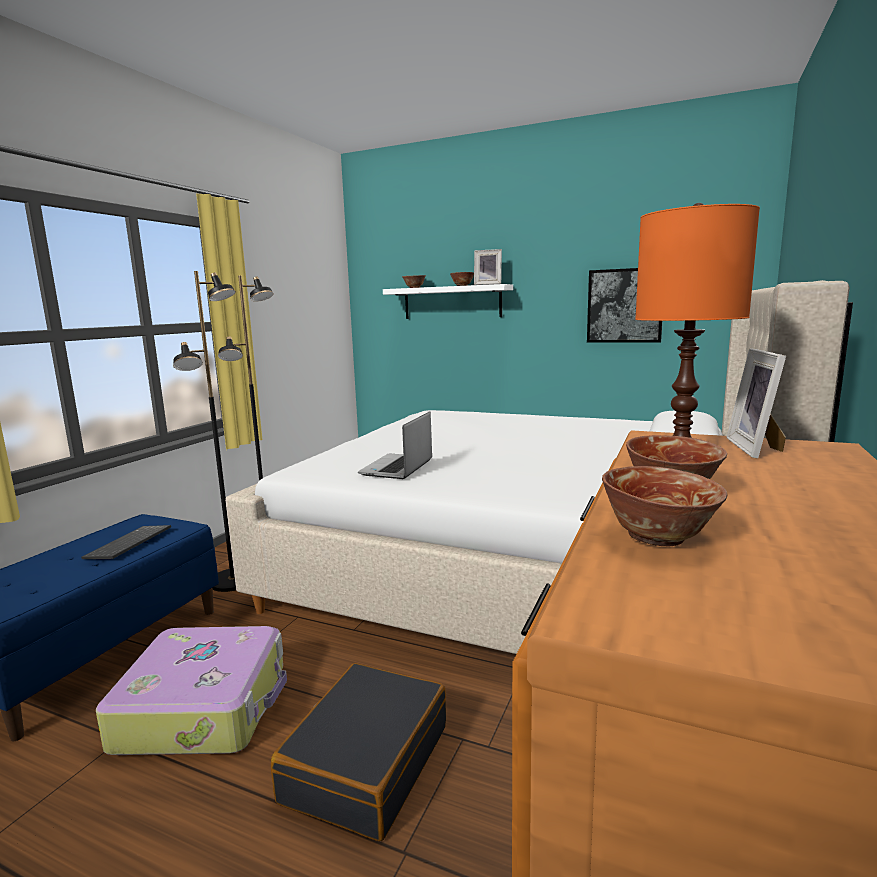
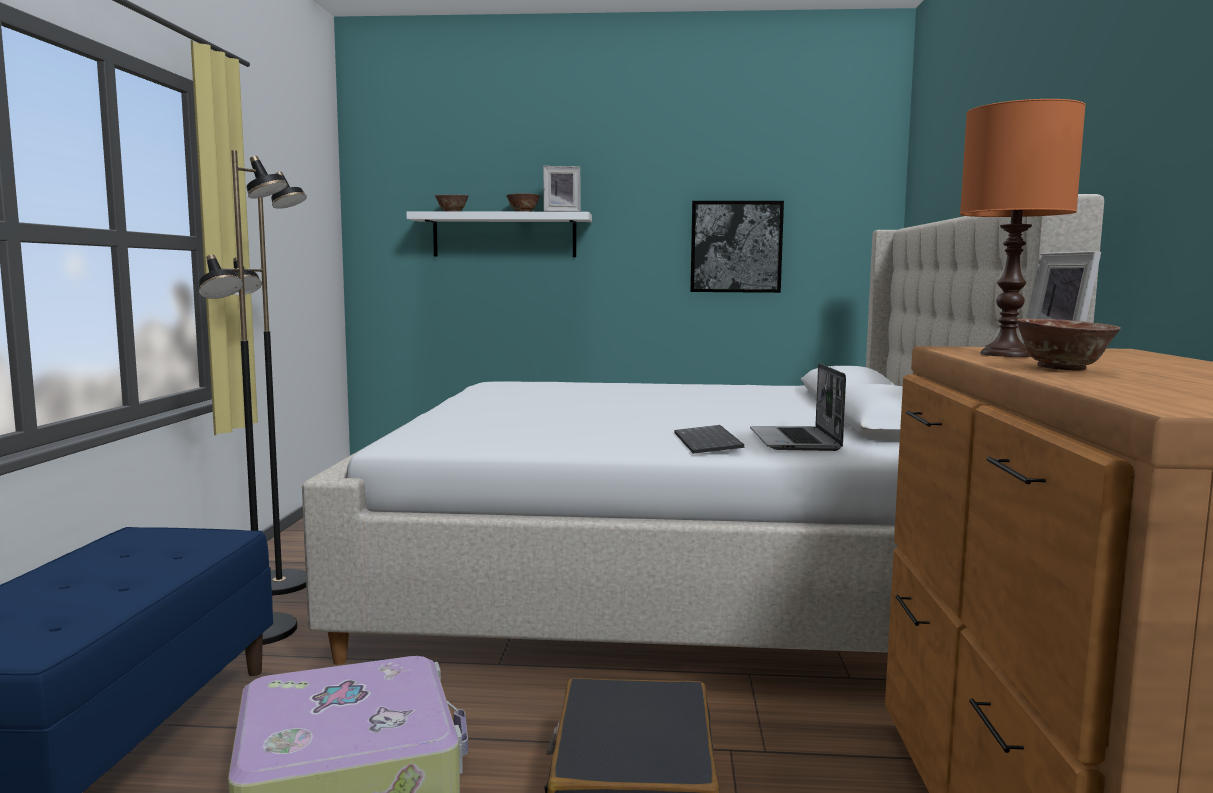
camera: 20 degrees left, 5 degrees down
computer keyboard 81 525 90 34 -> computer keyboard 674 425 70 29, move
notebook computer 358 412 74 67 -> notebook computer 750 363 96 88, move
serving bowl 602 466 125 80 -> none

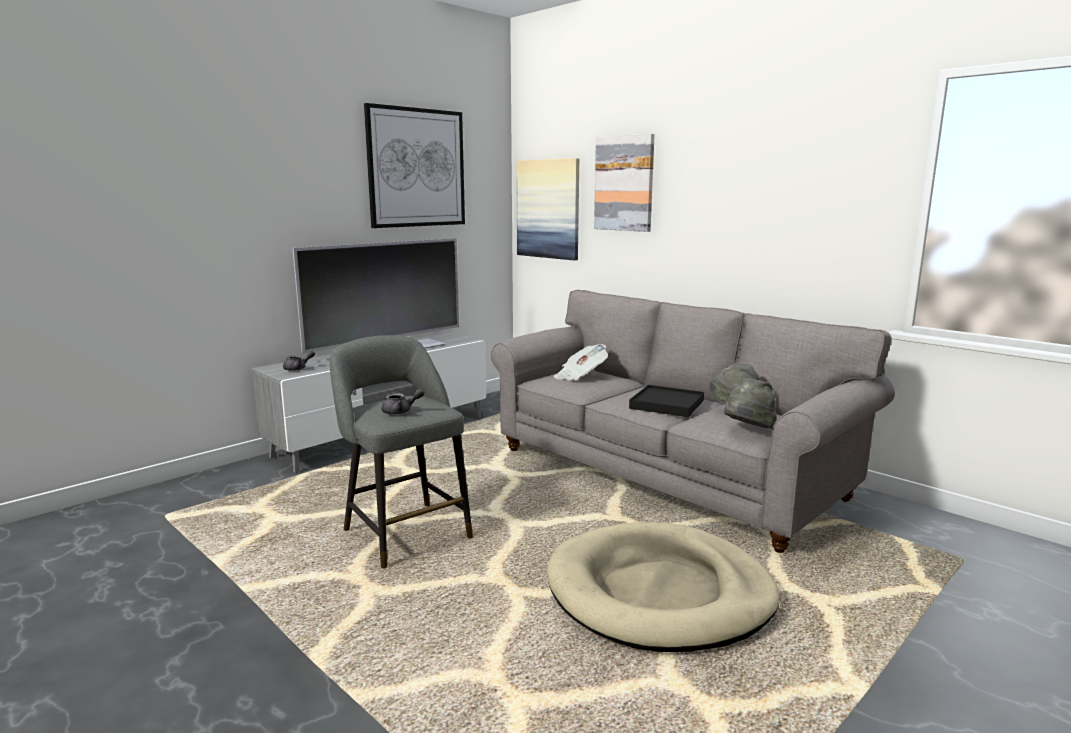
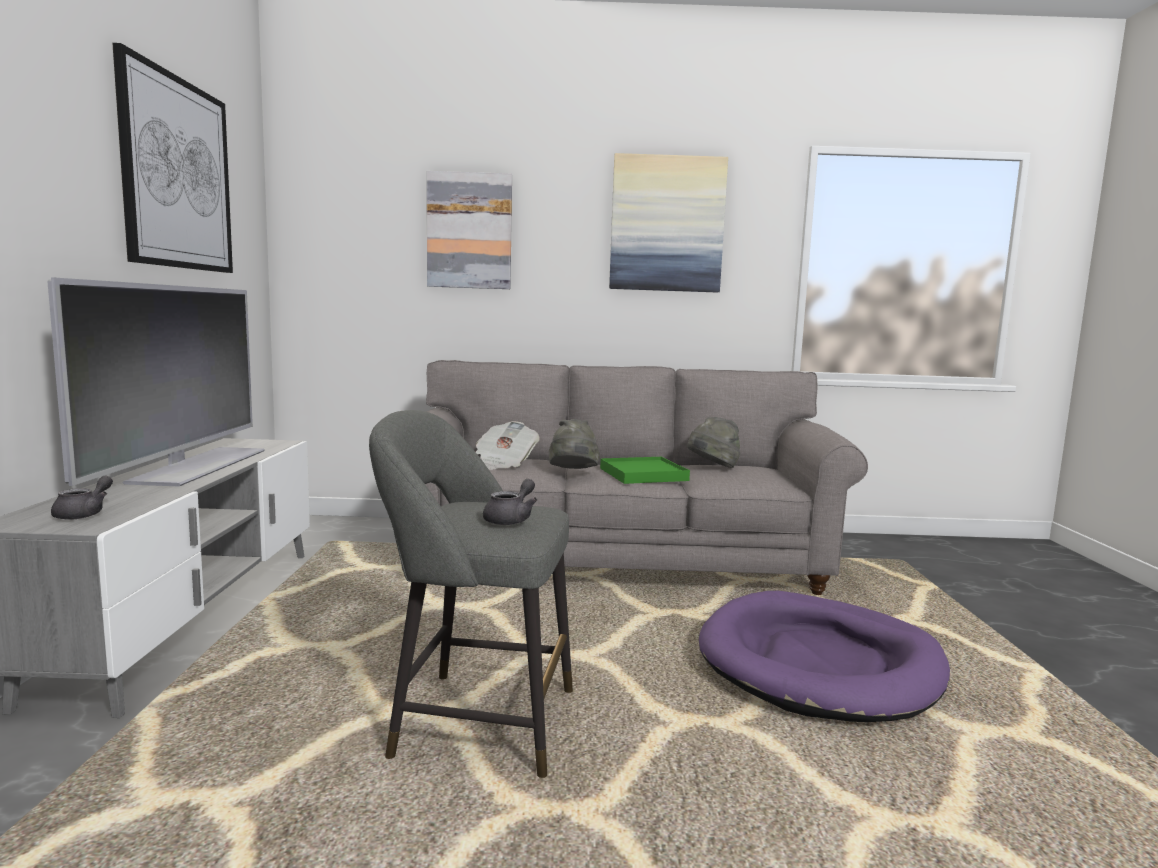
camera: 45 degrees left, 5 degrees down
grey wearable hat 724 378 53 50 -> grey wearable hat 549 419 51 50, move
black-coloured carrying tray 629 385 75 32 -> greenish carrying tray 600 457 90 27
wall picture 516 158 63 102 -> wall picture 609 153 119 139, move
sand-coloured dog cushion 547 522 233 130 -> purple-coloured dog cushion 699 591 251 131

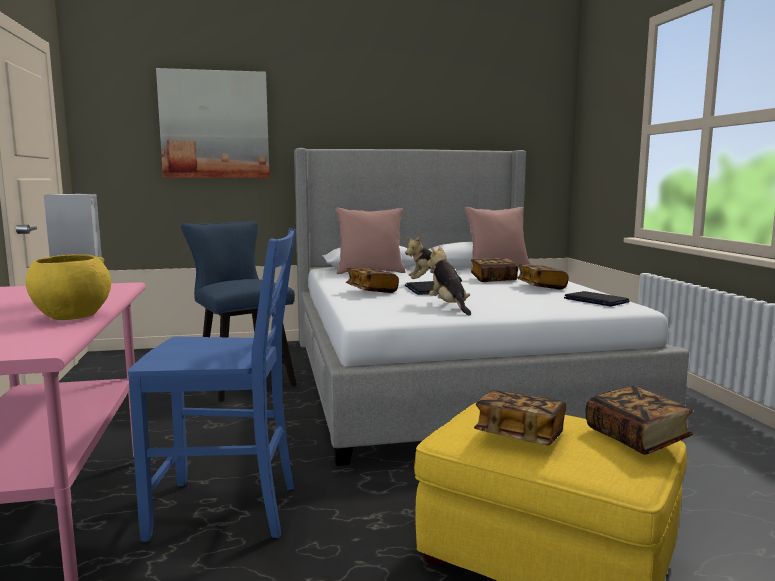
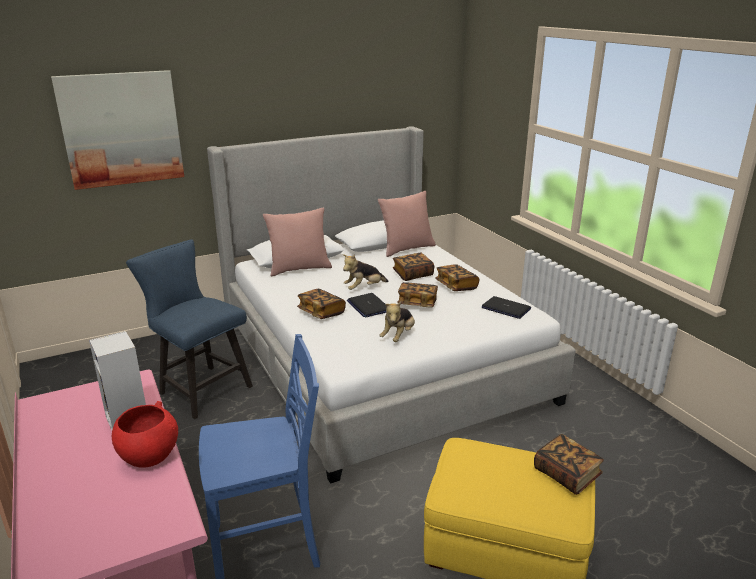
camera: 15 degrees left, 15 degrees up
yellowish serving bowl 26 254 85 66 -> red-coloured serving bowl 112 401 66 67
cuddly toy 427 246 44 70 -> cuddly toy 379 301 36 41, 120 degrees counterclockwise
volume 474 390 92 55 -> volume 397 282 41 26, move

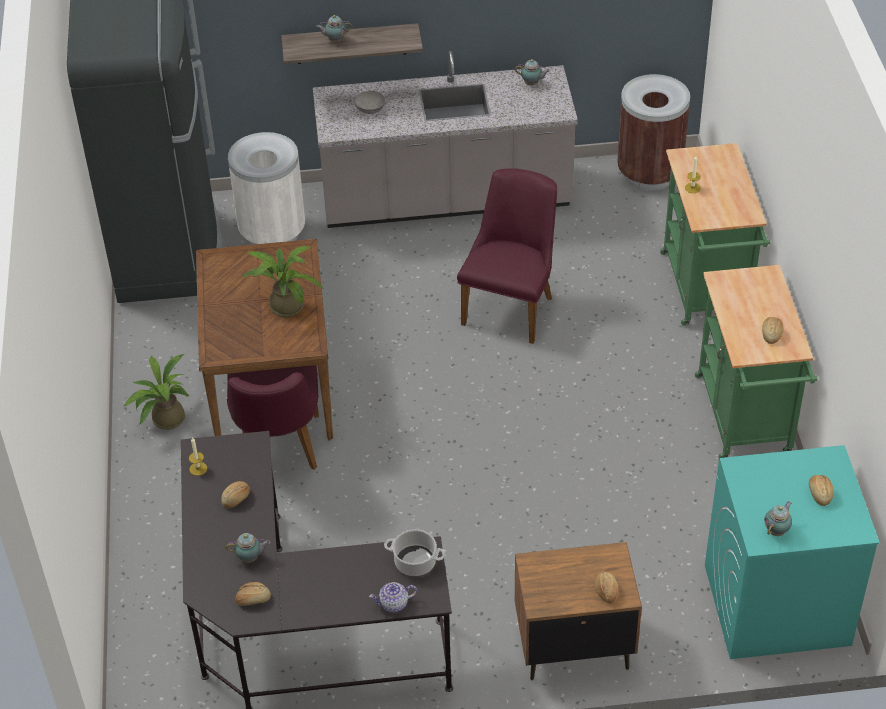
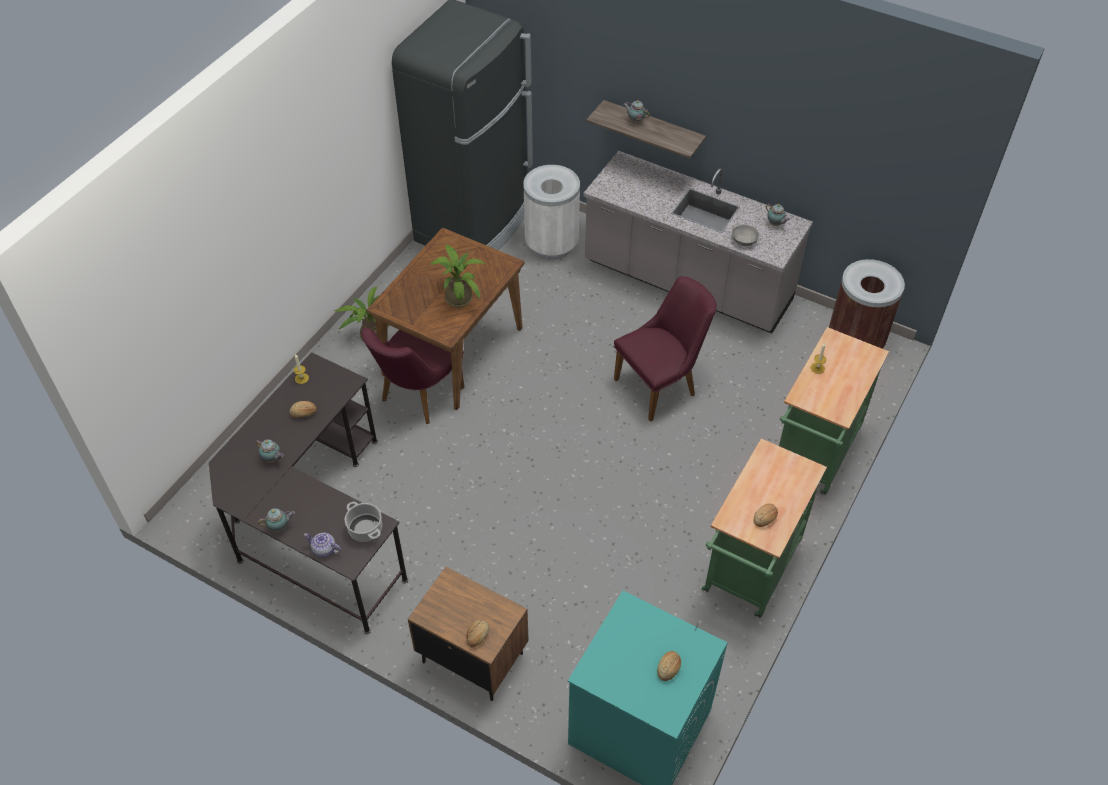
camera: 35 degrees right, 5 degrees up
teapot 764 501 28 35 -> teapot 258 508 37 24, move
grey serving bowl 354 91 31 23 -> grey serving bowl 732 225 27 21, move
baked bread 235 582 36 24 -> none

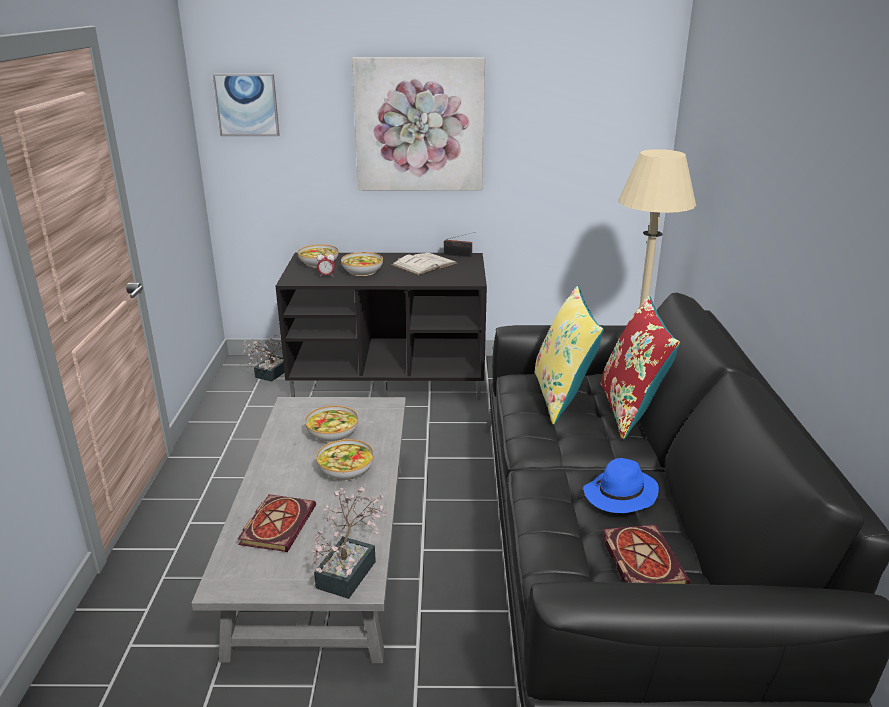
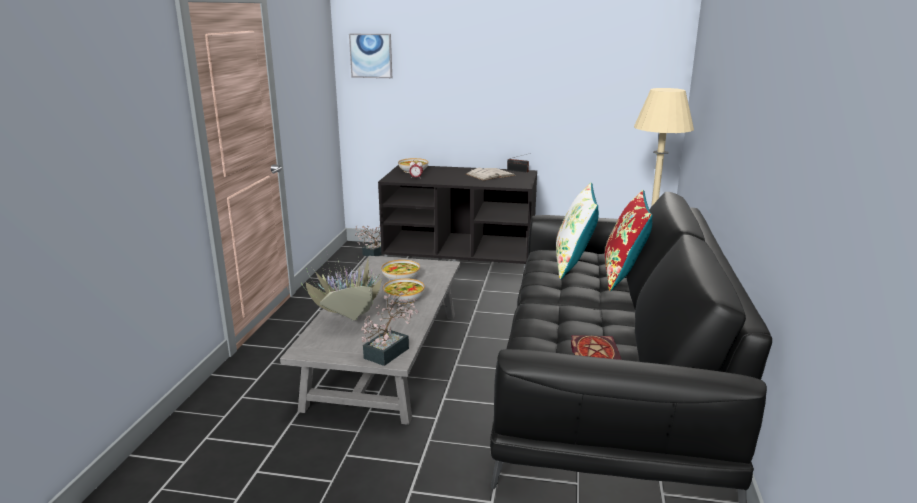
camera: 10 degrees right, 5 degrees down
volume 238 494 78 58 -> potted plant 301 252 82 68
yellowish pillow 535 286 69 139 -> white pillow 556 183 43 96
serving bowl 341 252 42 24 -> none
wall picture 352 57 133 134 -> none
bluish wearable hat 583 458 76 55 -> none

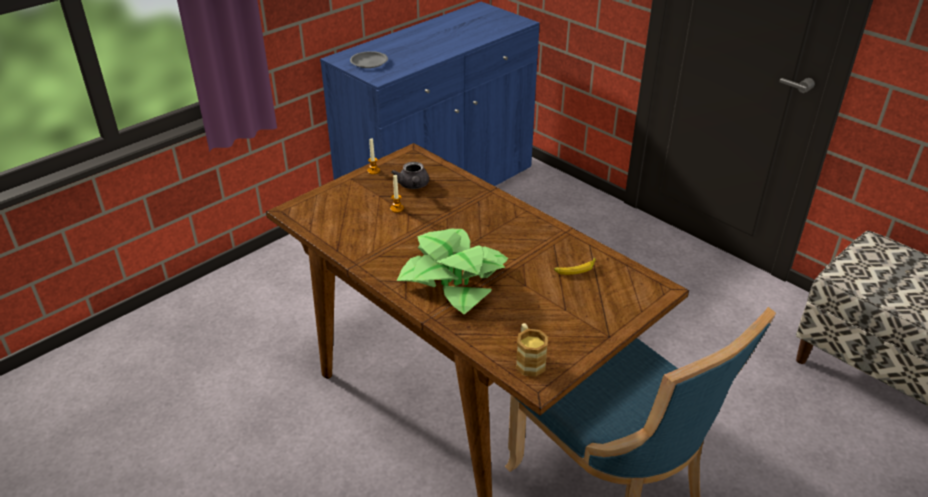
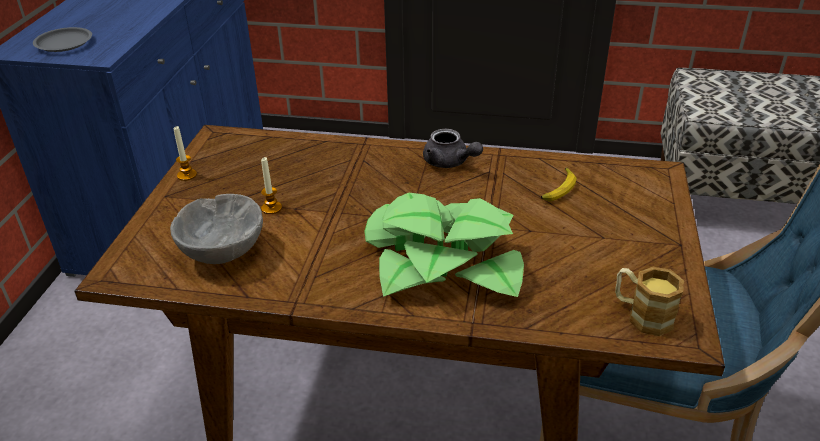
camera: 35 degrees left, 0 degrees up
none -> grey serving bowl 170 194 93 70
grey teapot 391 162 38 27 -> grey teapot 423 129 60 39, move

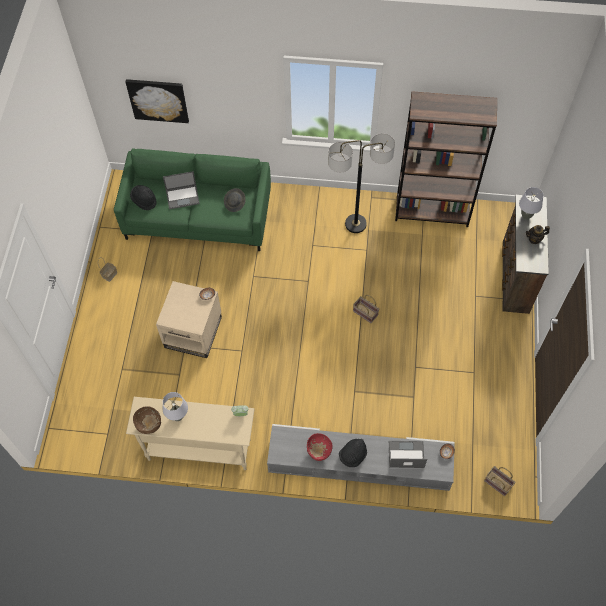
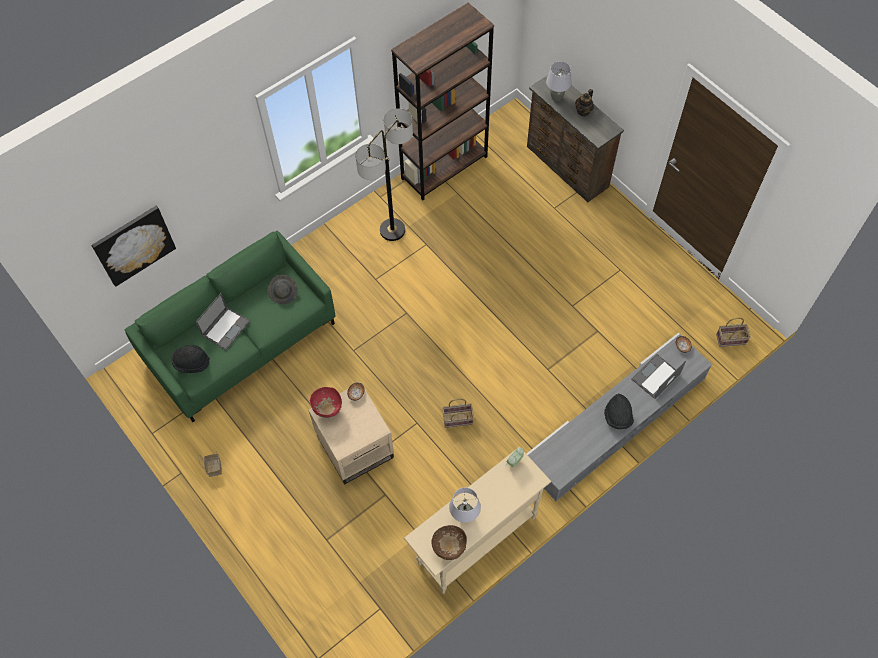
camera: 45 degrees left, 0 degrees up
red-coloured serving bowl 307 433 26 28 -> red-coloured serving bowl 310 387 32 31, move
household basket 353 295 26 28 -> household basket 442 398 32 30, move

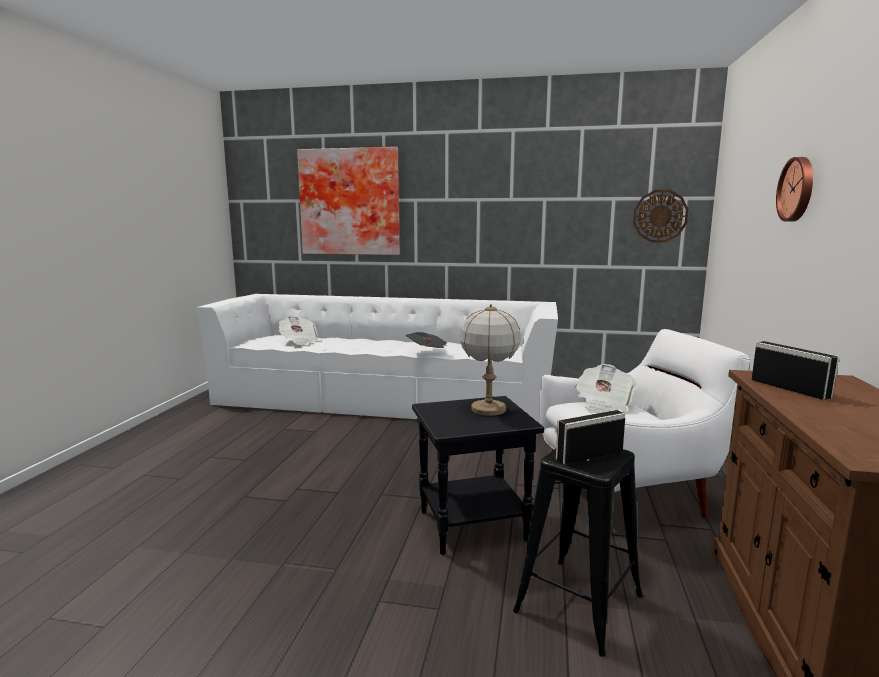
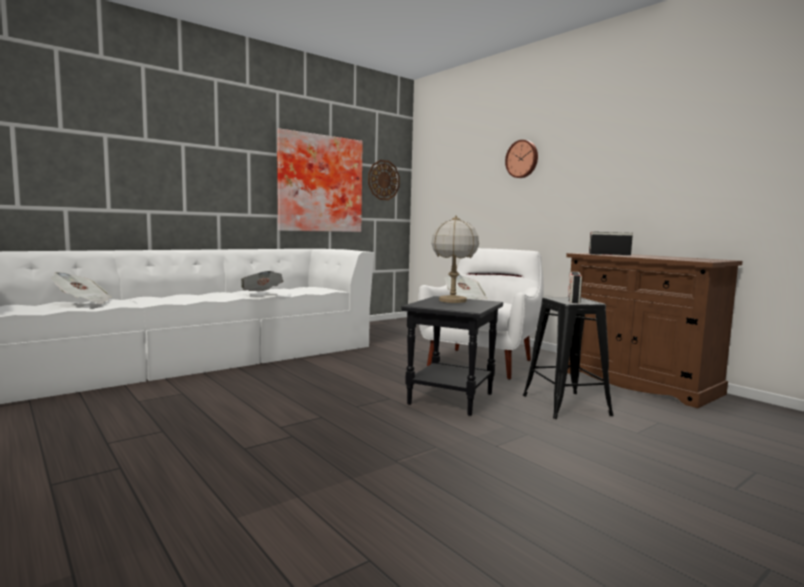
camera: 50 degrees left, 5 degrees down
wall picture 297 147 103 108 -> wall picture 277 128 86 104, move

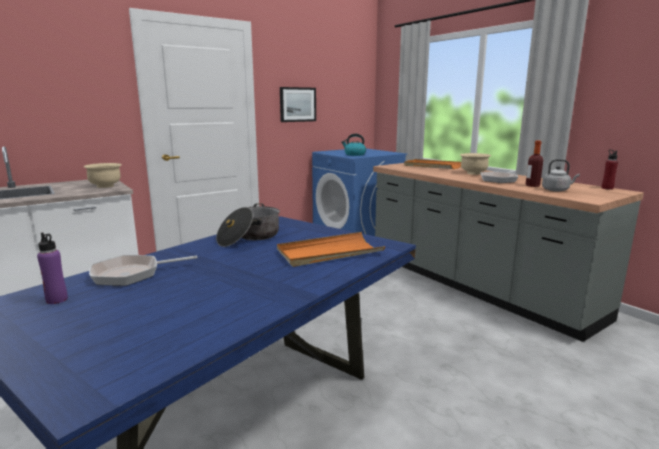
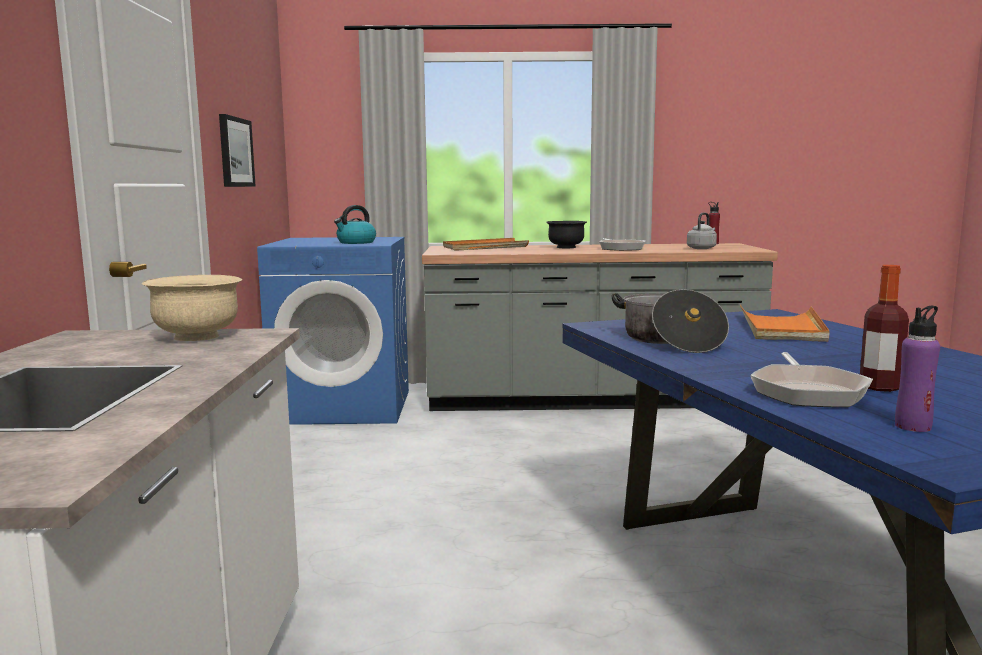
camera: 55 degrees left, 5 degrees down
sand-coloured serving bowl 460 153 31 22 -> black-coloured serving bowl 546 221 41 27
bottle 525 141 18 46 -> bottle 860 265 49 127, move

